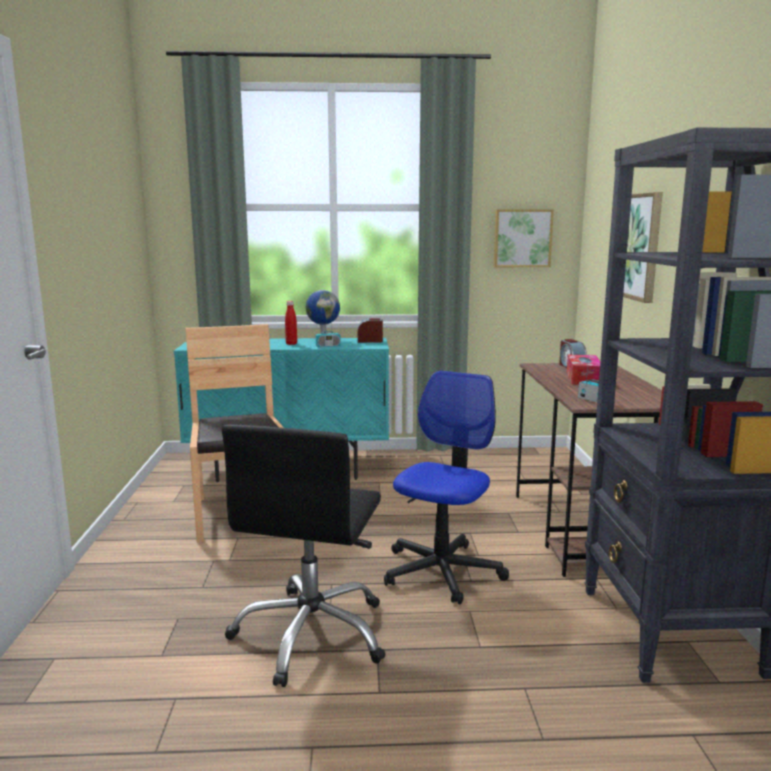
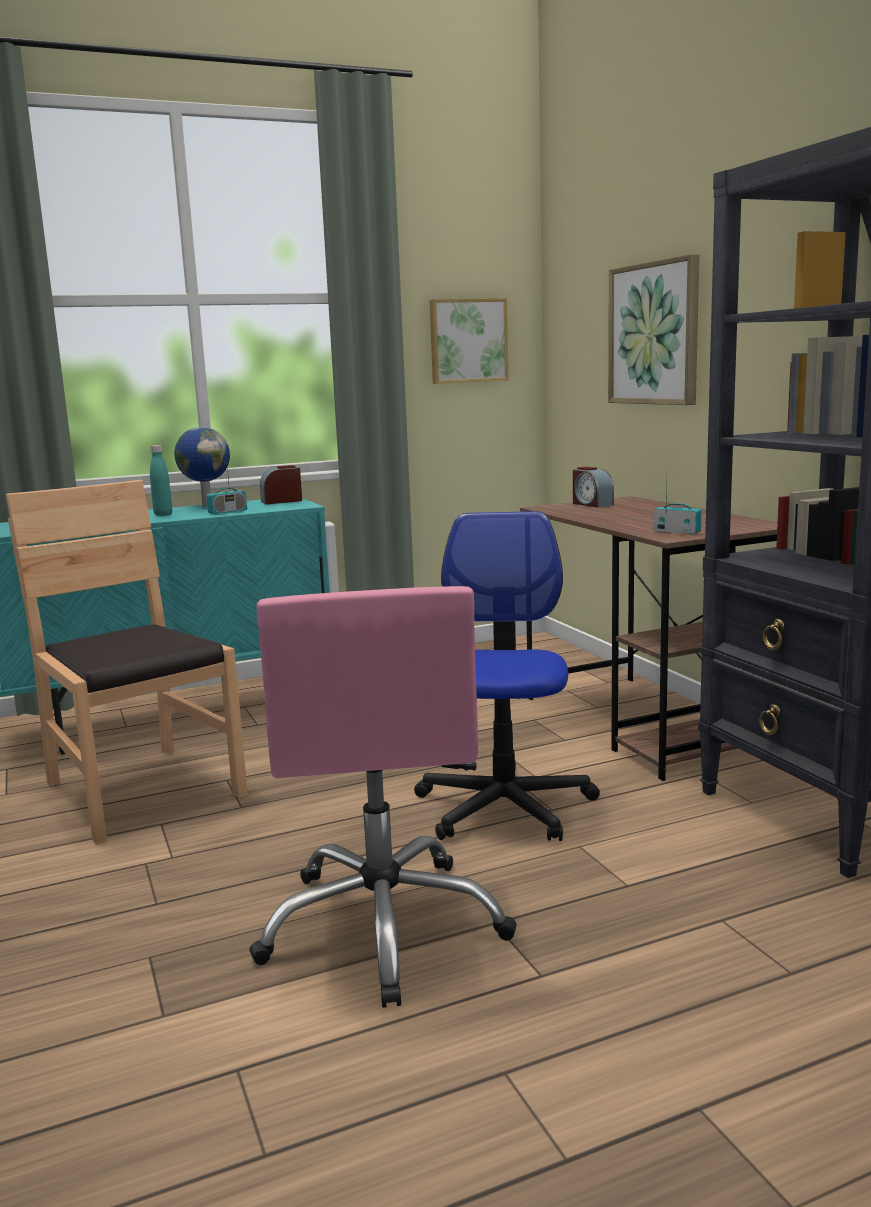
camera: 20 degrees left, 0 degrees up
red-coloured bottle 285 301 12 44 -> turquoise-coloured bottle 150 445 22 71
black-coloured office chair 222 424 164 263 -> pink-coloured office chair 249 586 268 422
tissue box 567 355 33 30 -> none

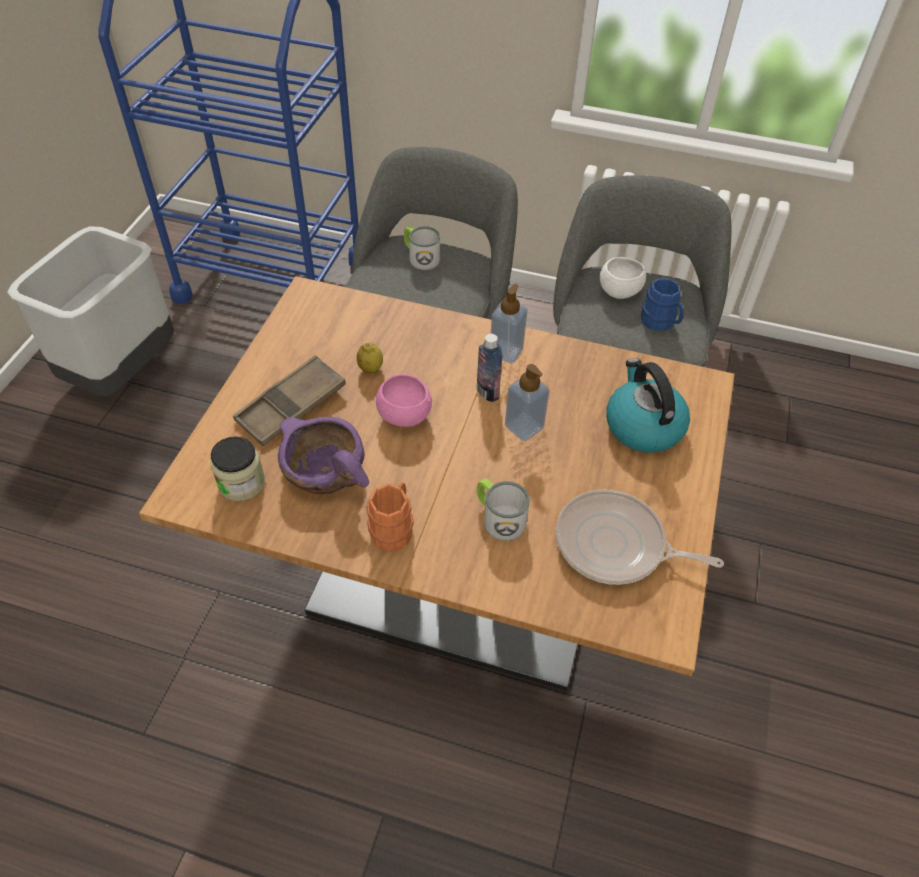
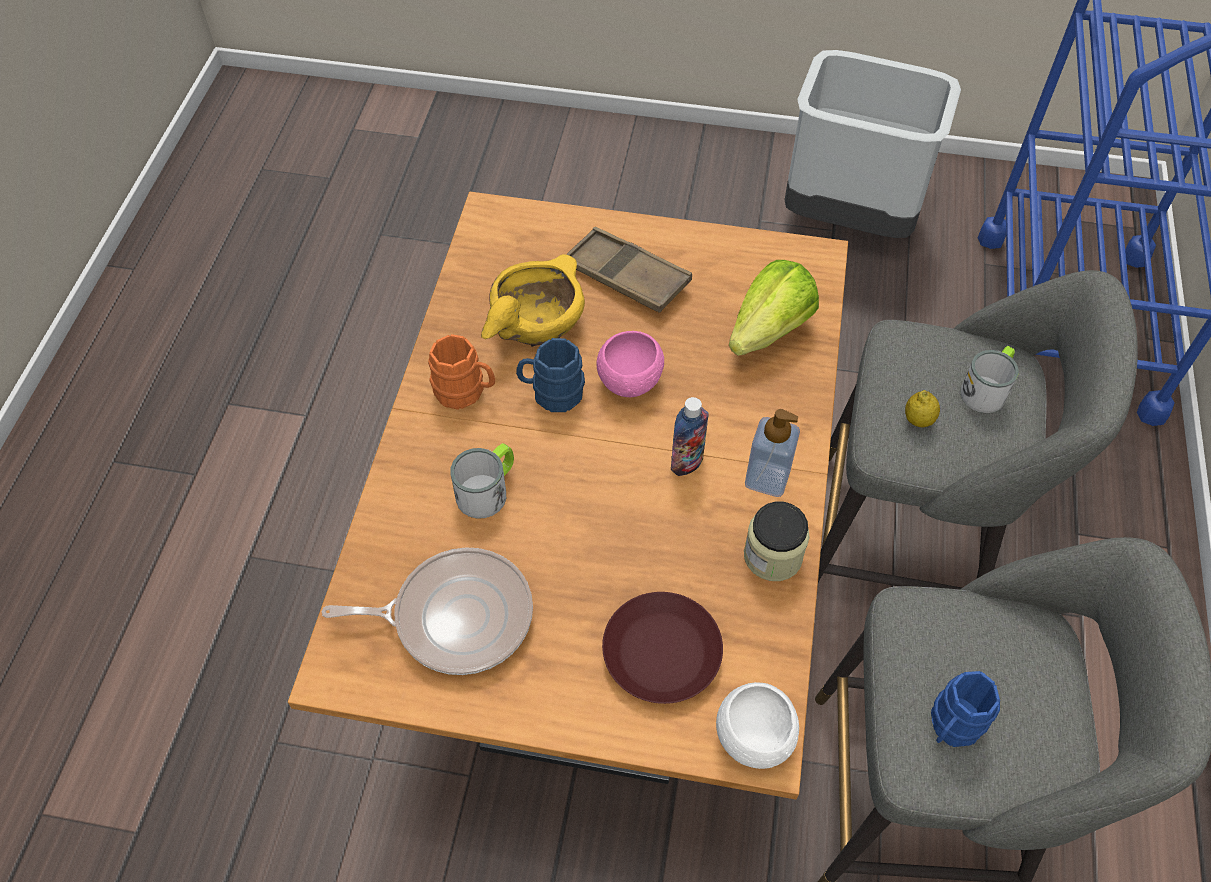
camera: 85 degrees right, 5 degrees up
skillet 556 489 168 96 -> skillet 322 547 211 128, 75 degrees clockwise
purple-coloured serving bowl 278 417 91 77 -> yellowish serving bowl 481 254 104 93
none -> bluish mug 516 338 69 74
tea kettle 606 358 84 95 -> brown-coloured plate 602 592 121 112
white serving bowl 600 257 46 42 -> white serving bowl 716 682 83 87, move
none -> lettuce 729 260 90 96
storage jar 211 436 54 65 -> storage jar 744 502 65 79, move
citrus fruit 357 343 26 30 -> citrus fruit 905 390 35 37, move
soap dispenser 505 364 45 77 -> none

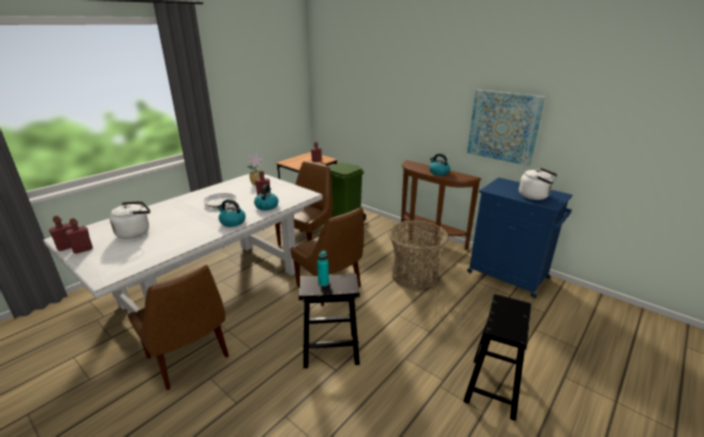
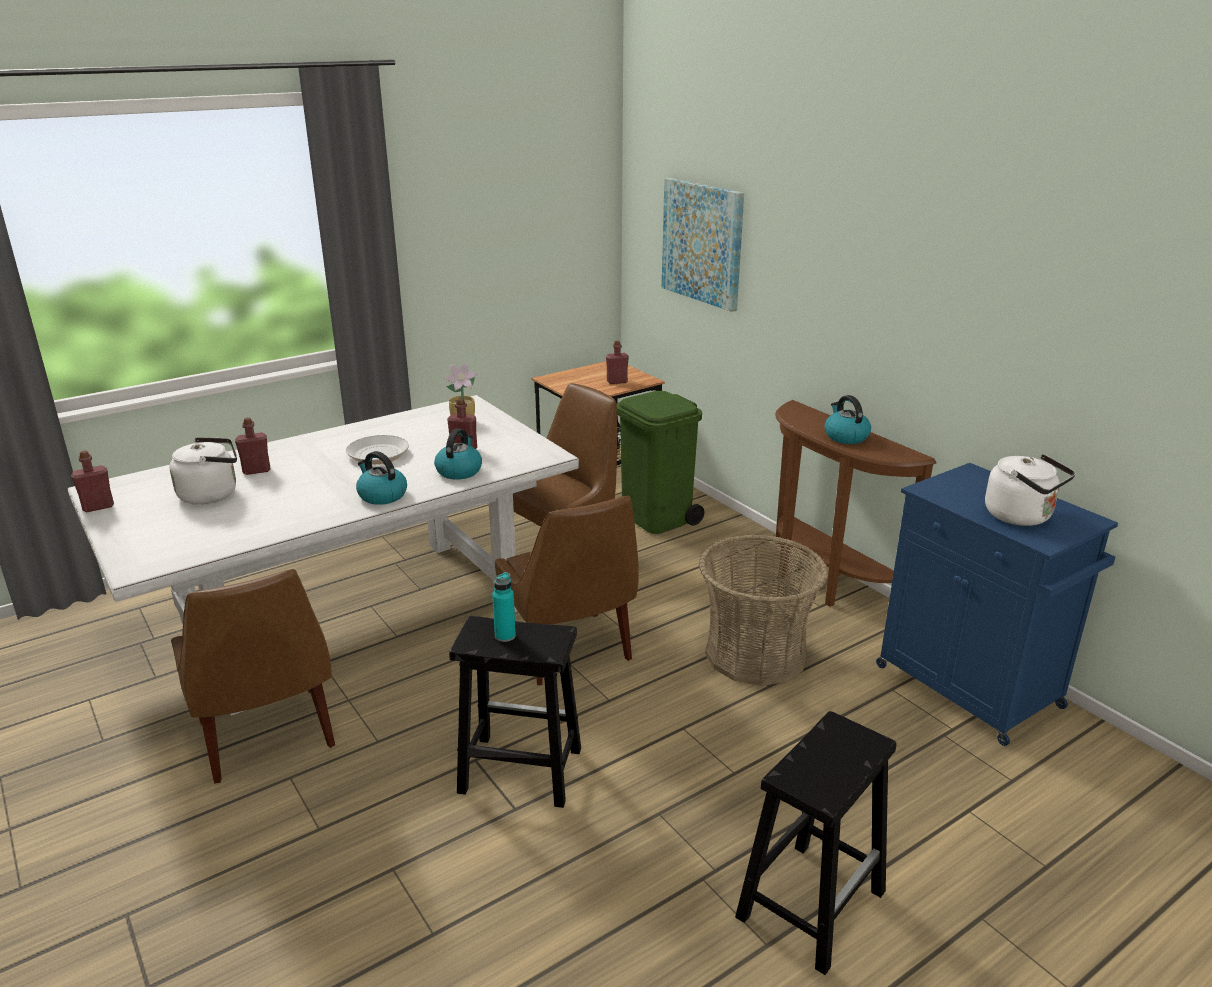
camera: 15 degrees right, 0 degrees up
red-coloured bottle 65 218 28 36 -> red-coloured bottle 235 418 35 57, move
wall picture 467 89 78 77 -> wall picture 662 178 82 134, move

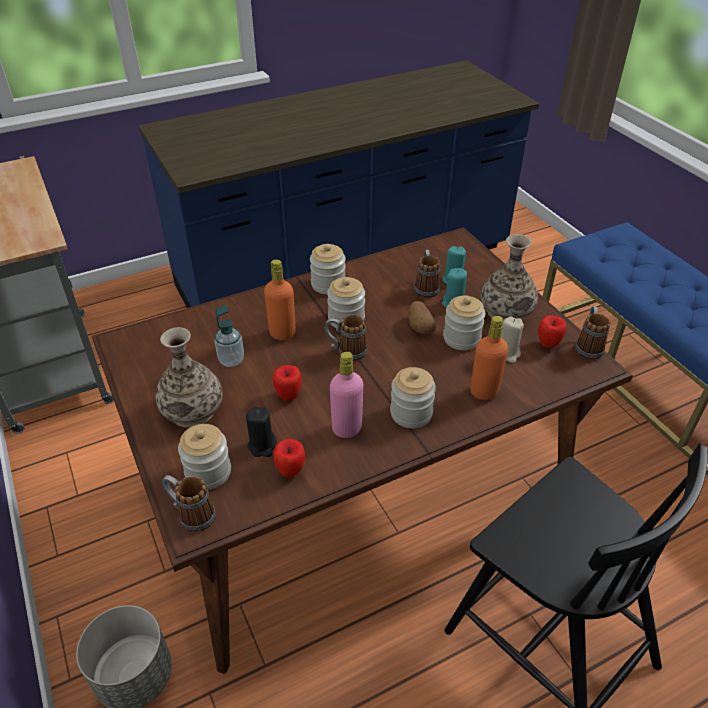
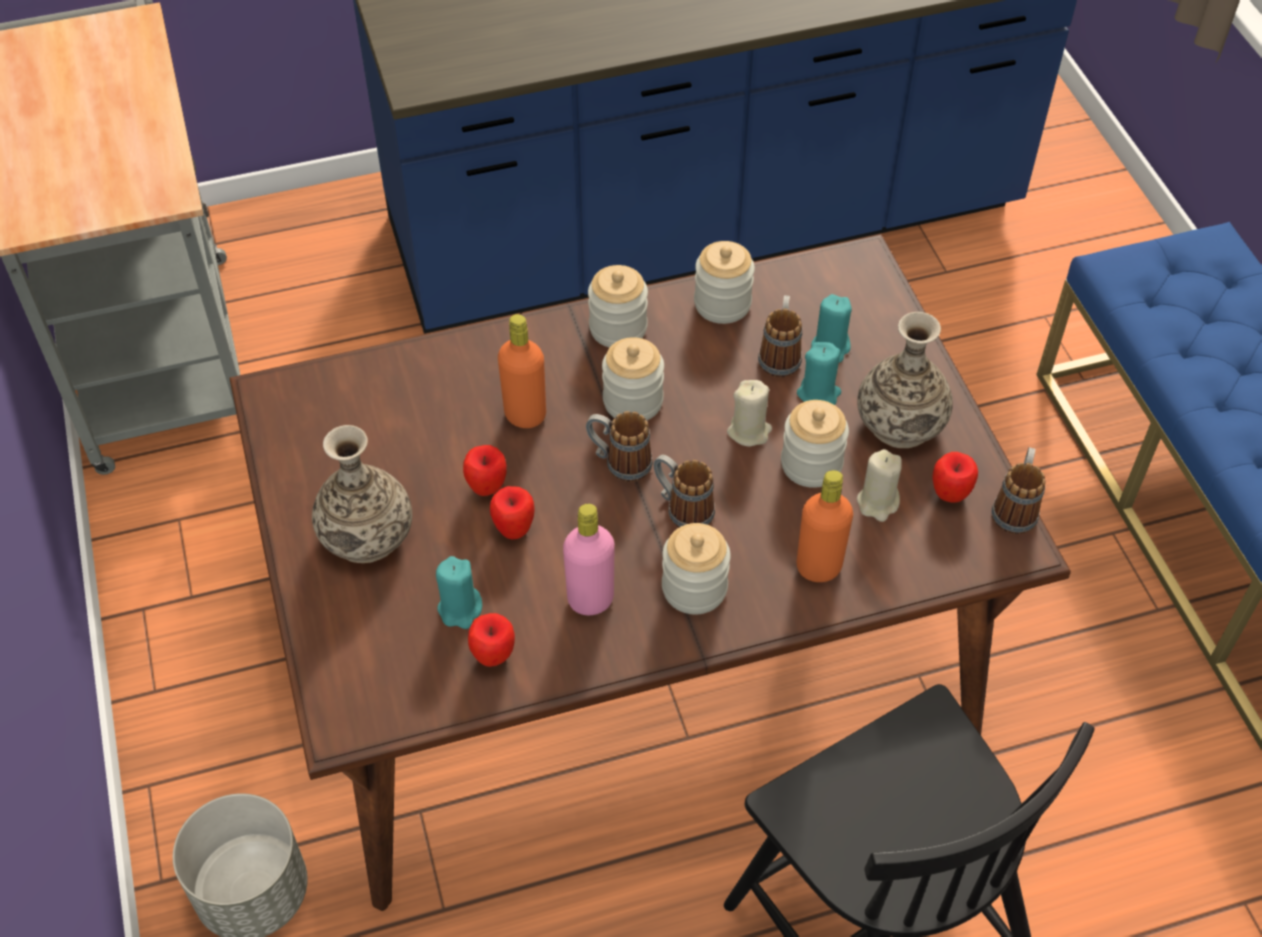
camera: 10 degrees right, 10 degrees up
black-coloured candle 246 407 31 50 -> turquoise-coloured candle 436 556 46 73
none -> whole apple 463 445 44 51
mug 162 475 54 57 -> mug 653 455 62 73, move
storage jar 178 424 53 66 -> storage jar 694 241 61 83, move
spud 408 301 28 33 -> sand-coloured candle 727 380 45 67
soap dispenser 214 305 30 62 -> none

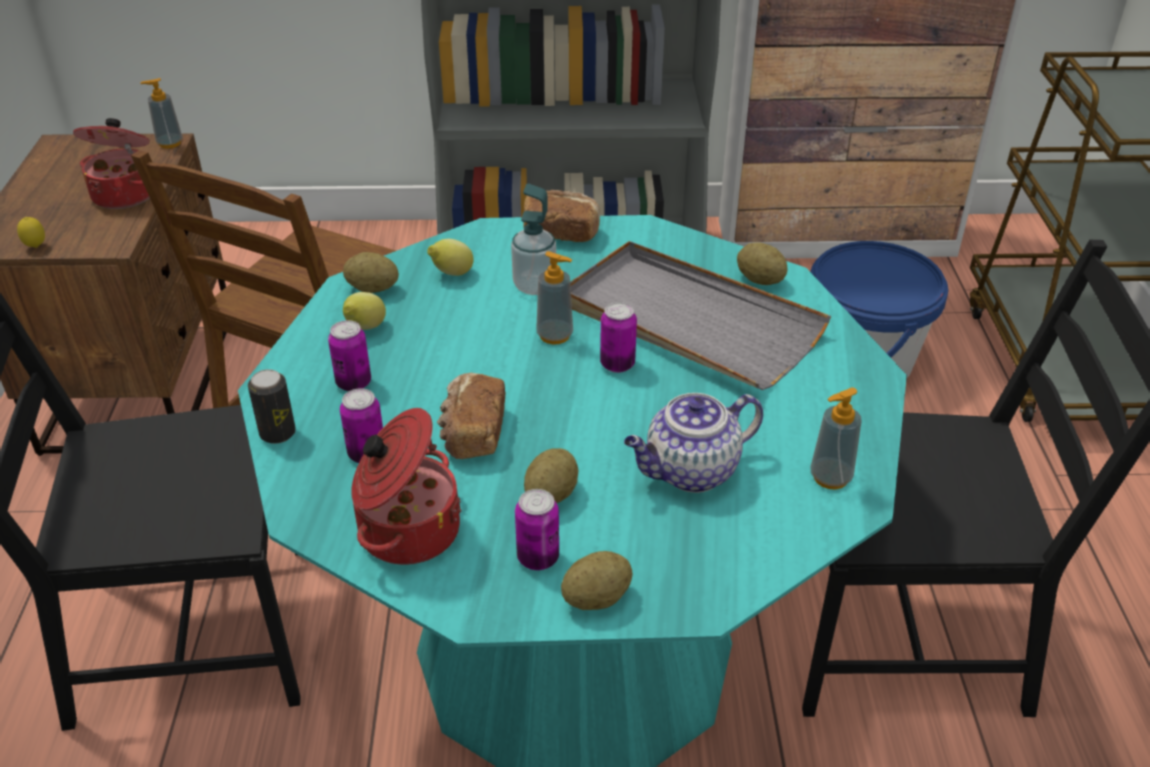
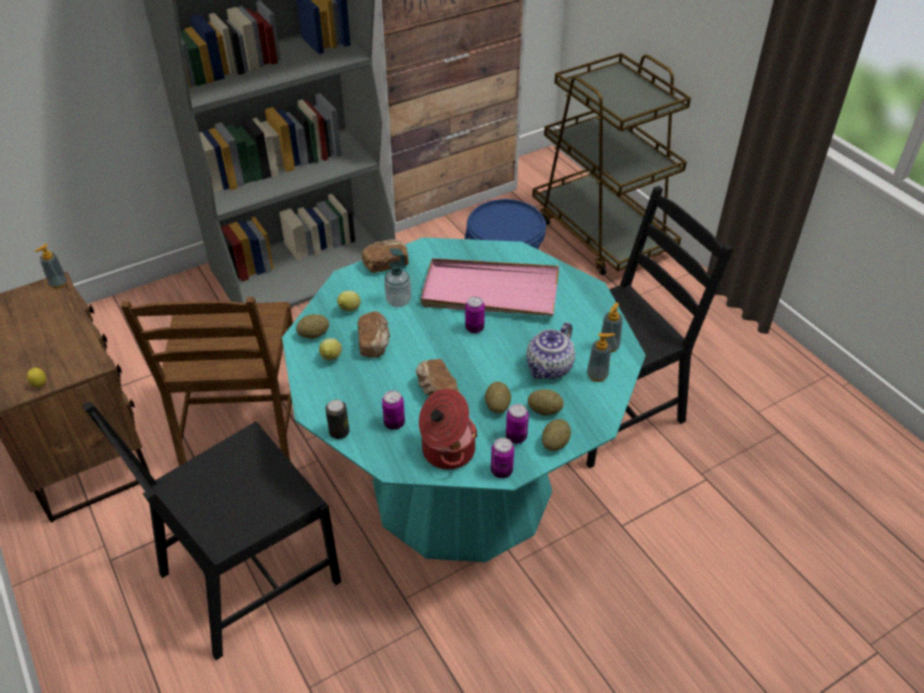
camera: 30 degrees left, 5 degrees up
none -> baked bread 357 311 33 47
grey carrying tray 570 241 261 149 -> pink-coloured carrying tray 421 258 138 58
metal can 328 320 43 72 -> metal can 491 438 23 40, move
spud 737 242 51 43 -> spud 528 389 36 27, move
soap dispenser 536 251 37 94 -> soap dispenser 587 333 28 49, move
saucepot 73 118 77 91 -> none

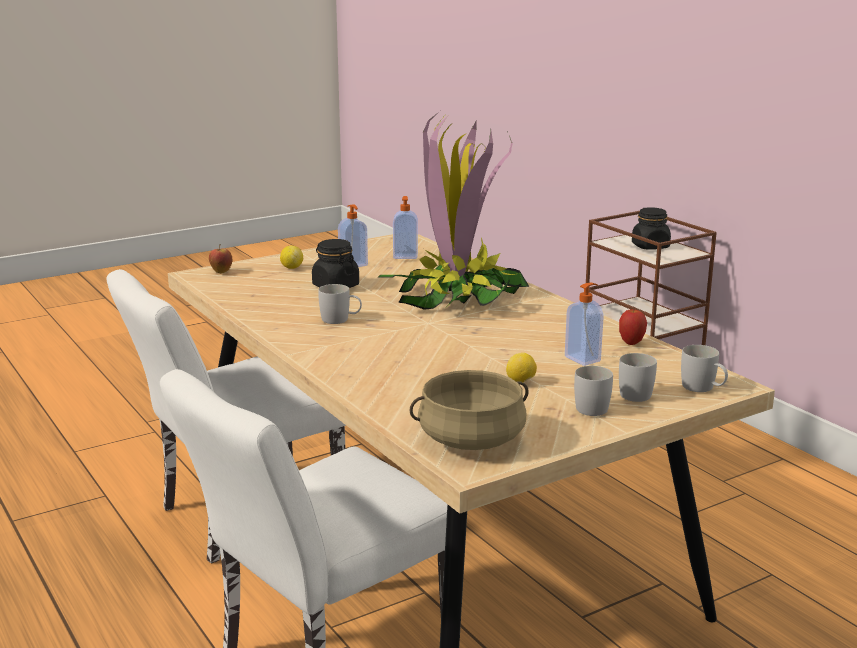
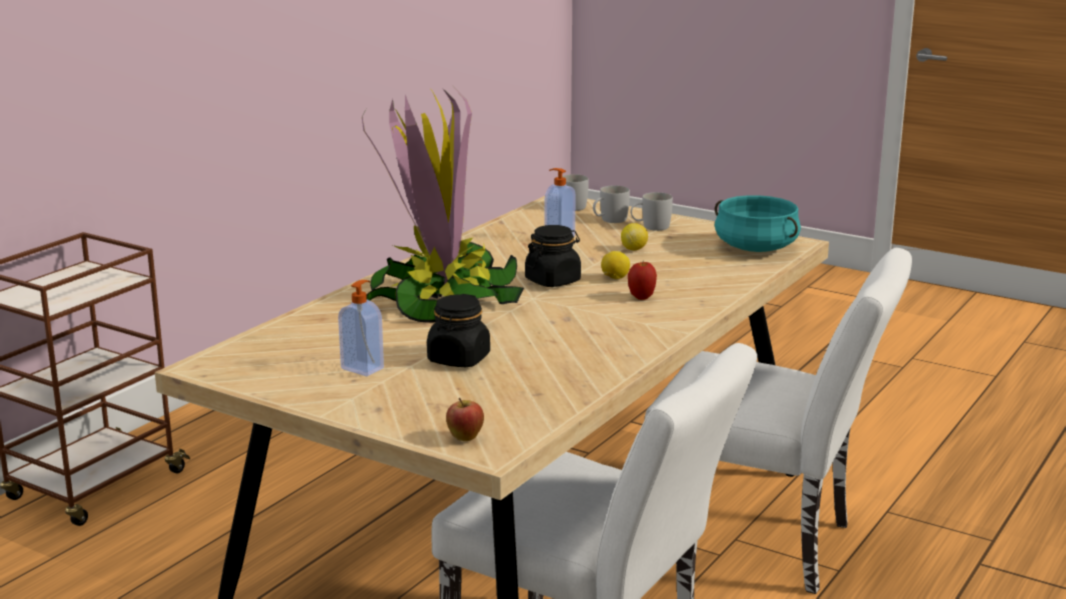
camera: 115 degrees left, 0 degrees up
black-coloured storage jar 632 207 39 43 -> black-coloured storage jar 525 225 56 62, move
citrus fruit 280 246 23 23 -> citrus fruit 601 251 29 28, move
whole apple 619 309 28 36 -> whole apple 628 262 29 38, move
sand-coloured saucepot 410 370 119 80 -> turquoise-coloured saucepot 714 195 87 57
white mug 318 284 44 40 -> none
soap dispenser 393 196 25 63 -> none

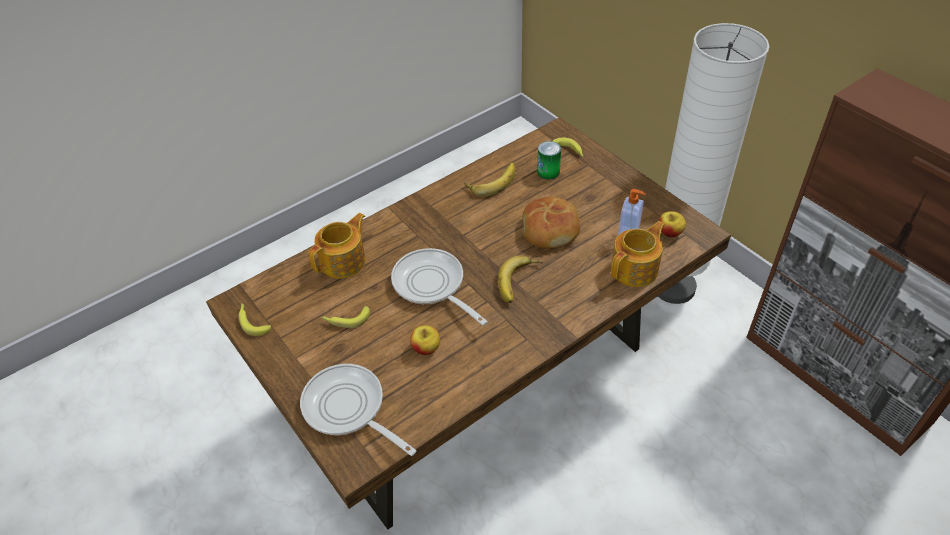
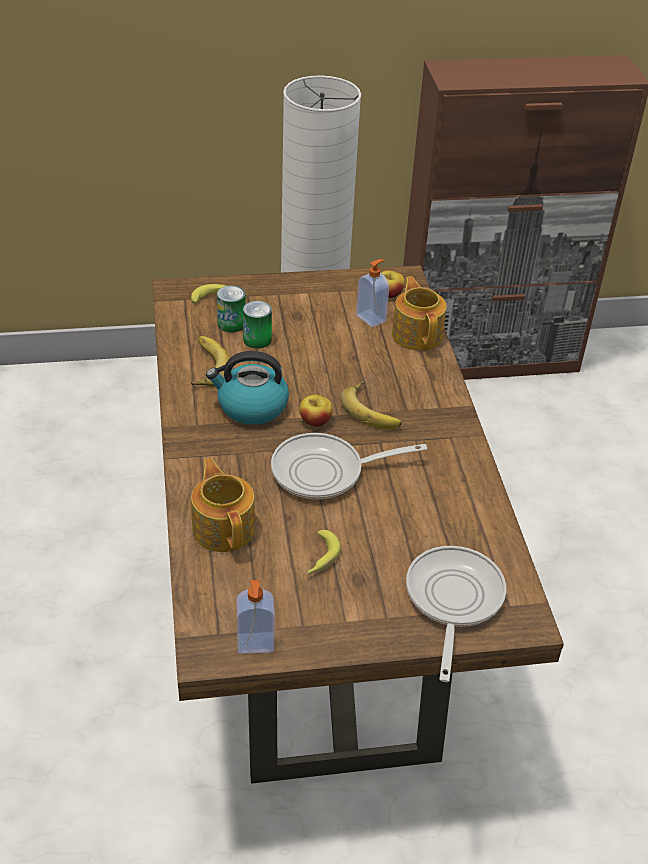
camera: 65 degrees left, 5 degrees down
none -> tea kettle 206 351 83 74
banana 239 303 32 33 -> soap dispenser 236 580 39 74
none -> metal can 243 301 29 48
whole apple 410 325 30 30 -> whole apple 299 395 34 32, move
skillet 300 364 117 92 -> skillet 406 546 100 136, 120 degrees clockwise
baked bread 523 197 57 52 -> none

